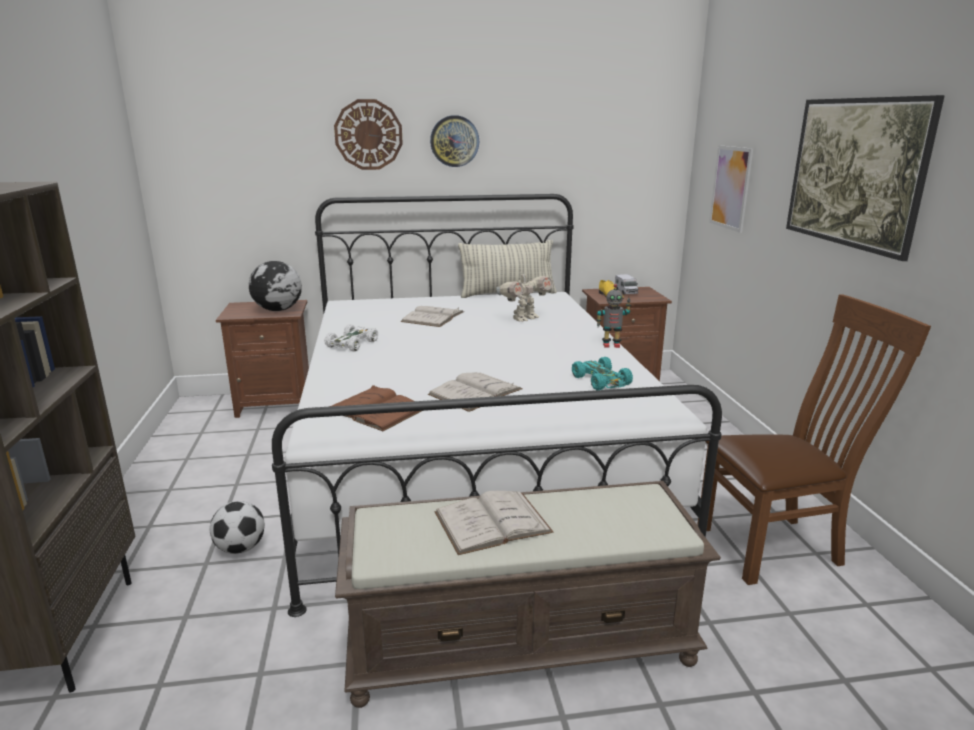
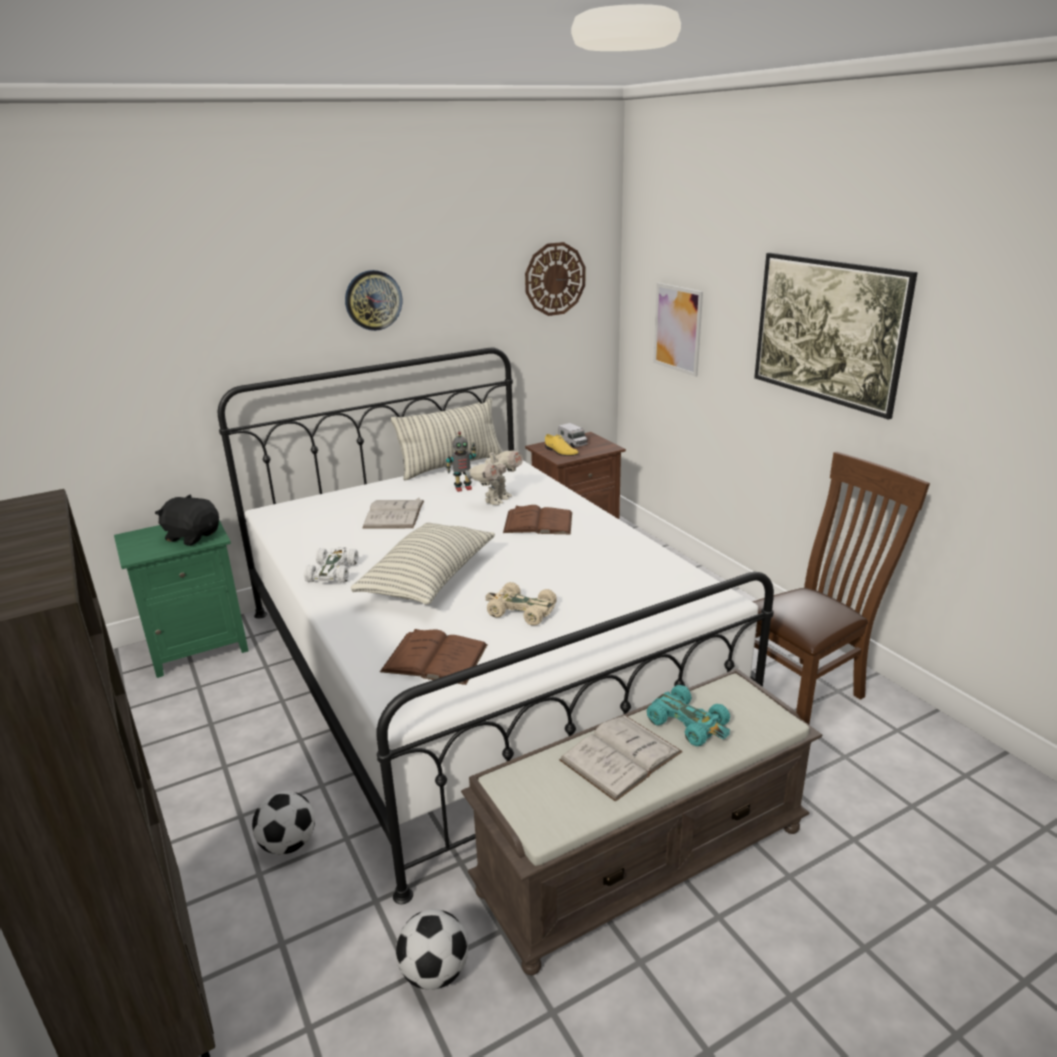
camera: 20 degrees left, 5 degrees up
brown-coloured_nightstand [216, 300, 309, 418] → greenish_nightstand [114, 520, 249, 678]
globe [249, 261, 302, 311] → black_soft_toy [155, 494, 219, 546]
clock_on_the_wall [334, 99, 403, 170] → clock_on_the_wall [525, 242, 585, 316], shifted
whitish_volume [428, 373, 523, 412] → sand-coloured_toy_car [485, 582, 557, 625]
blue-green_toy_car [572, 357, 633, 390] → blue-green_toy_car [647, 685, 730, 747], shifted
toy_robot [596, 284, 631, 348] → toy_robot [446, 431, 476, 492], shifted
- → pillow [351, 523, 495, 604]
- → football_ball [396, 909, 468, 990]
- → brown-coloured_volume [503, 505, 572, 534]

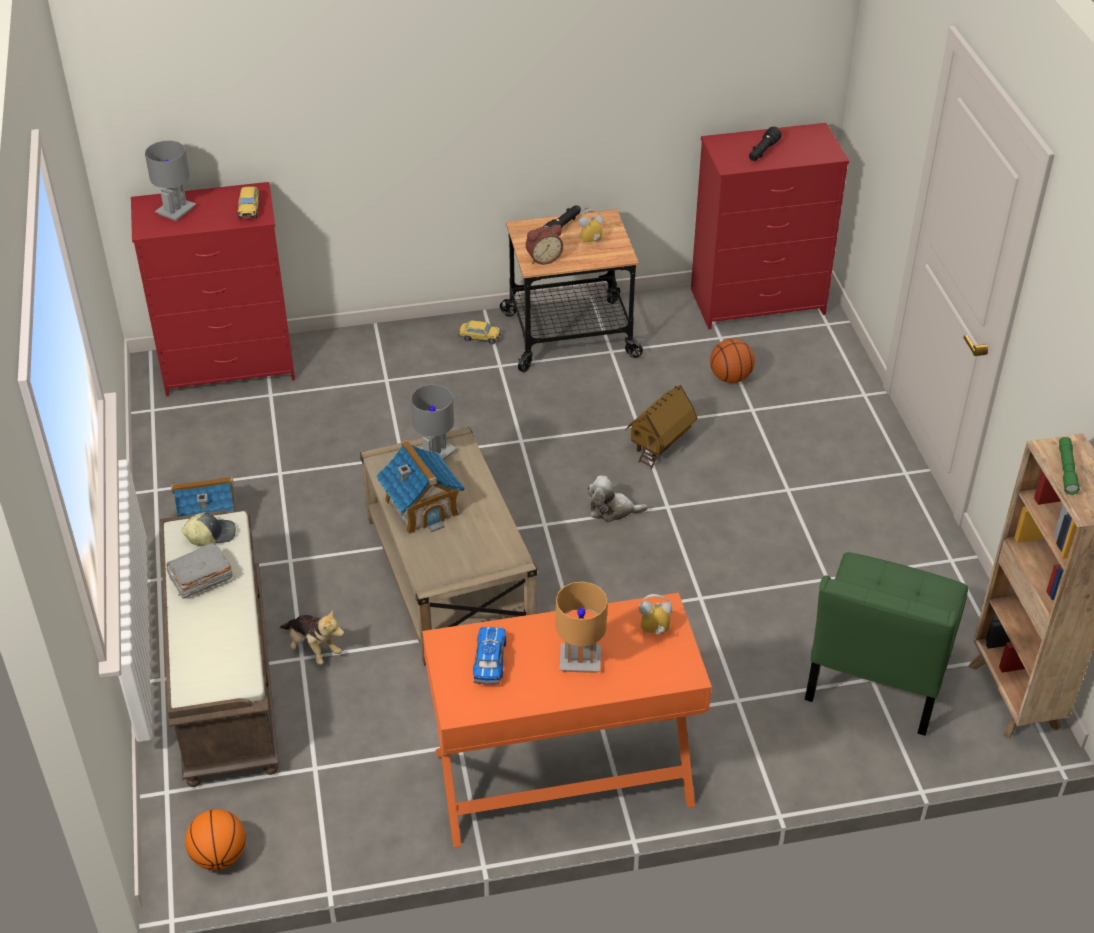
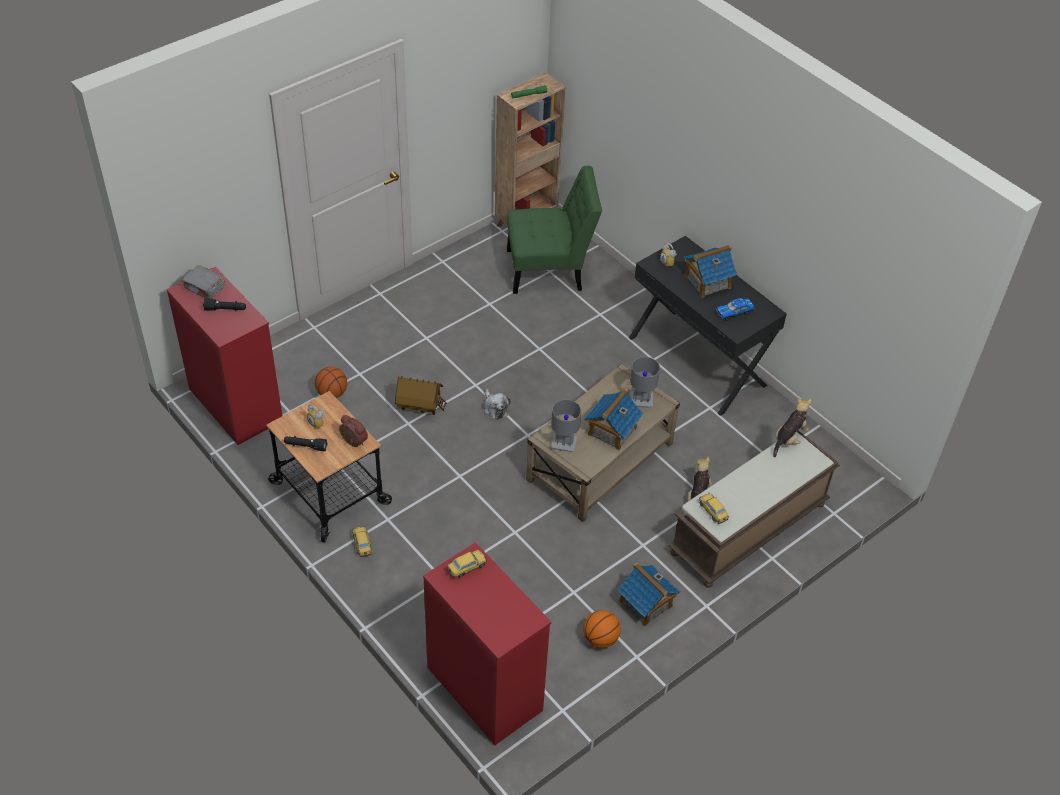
camera: 120 degrees left, 5 degrees up
grey_tabletop_lamp [145, 141, 196, 221] → grey_tabletop_lamp [630, 357, 660, 408], shifted
grey_volume [166, 542, 233, 599] → grey_volume [181, 265, 225, 299], shifted
peaked_cap [182, 512, 236, 546] → toy_car [699, 493, 729, 524]
basketball [185, 809, 246, 870] → basketball [583, 610, 621, 648], shifted
orangey_desk [422, 593, 712, 847] → black_desk [629, 236, 787, 416]
brown-coloured_tabletop_lamp [556, 581, 608, 673] → toy_house [683, 245, 737, 298]
- → soft_toy [773, 397, 811, 457]

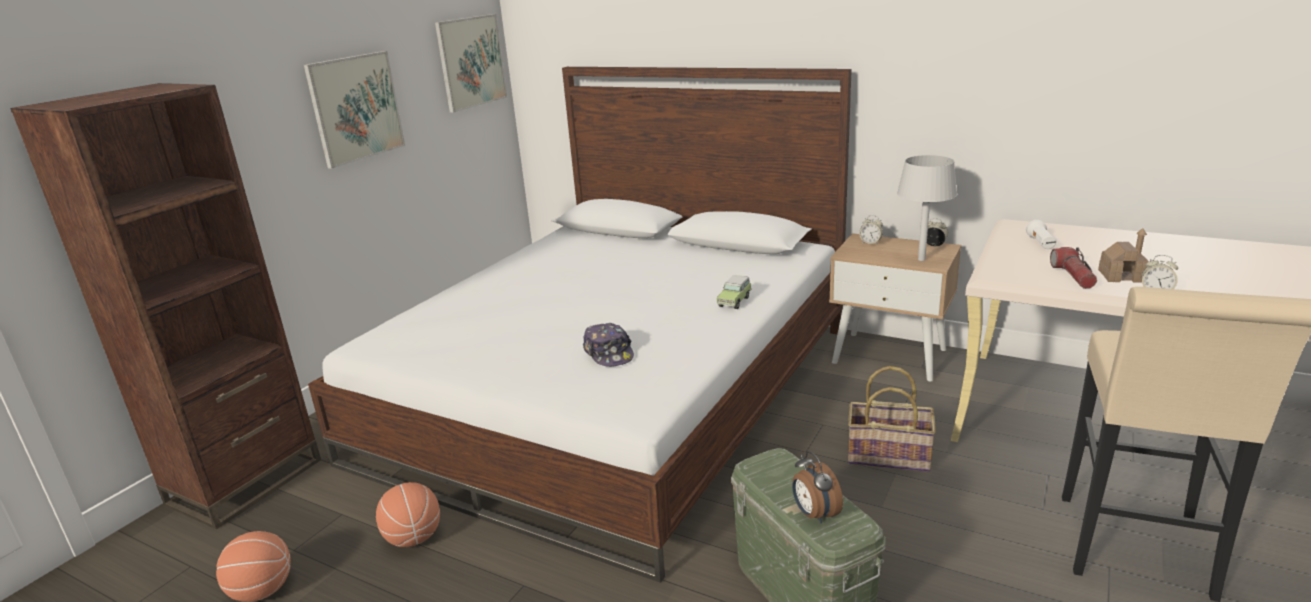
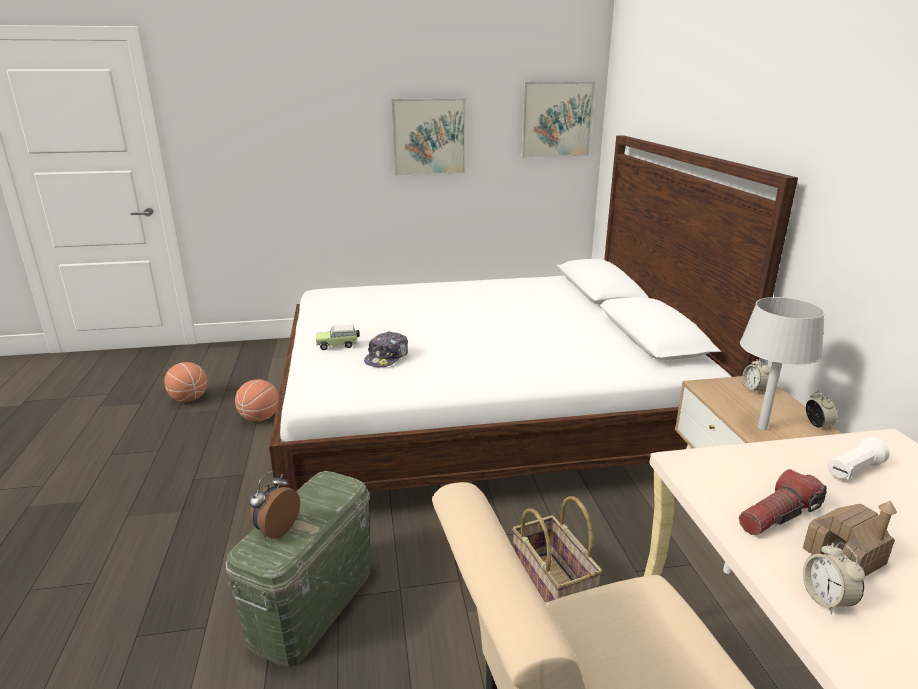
camera: 50 degrees right, 0 degrees up
brown-coloured_shelving_unit [10, 83, 321, 529] → -
toy_car [717, 275, 752, 309] → toy_car [316, 324, 360, 350], shifted

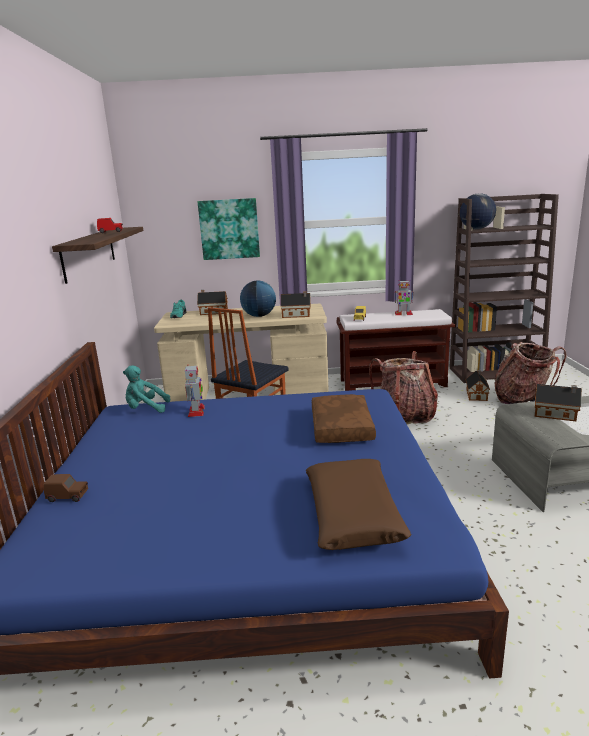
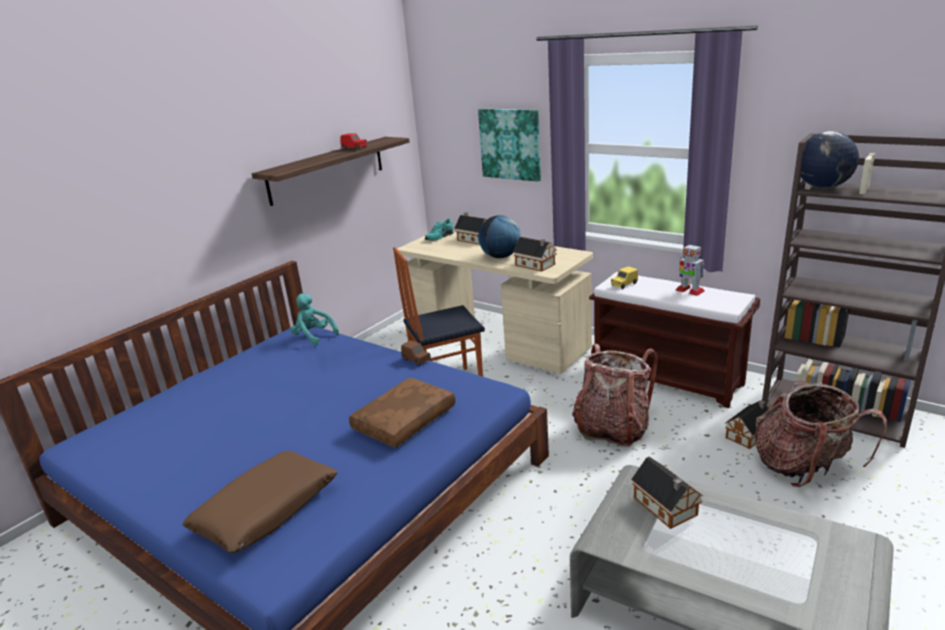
camera: 40 degrees right, 5 degrees up
brown-coloured_toy_car [44, 474, 88, 502] → brown-coloured_toy_car [401, 340, 431, 366], shifted
toy_robot [185, 364, 205, 417] → -

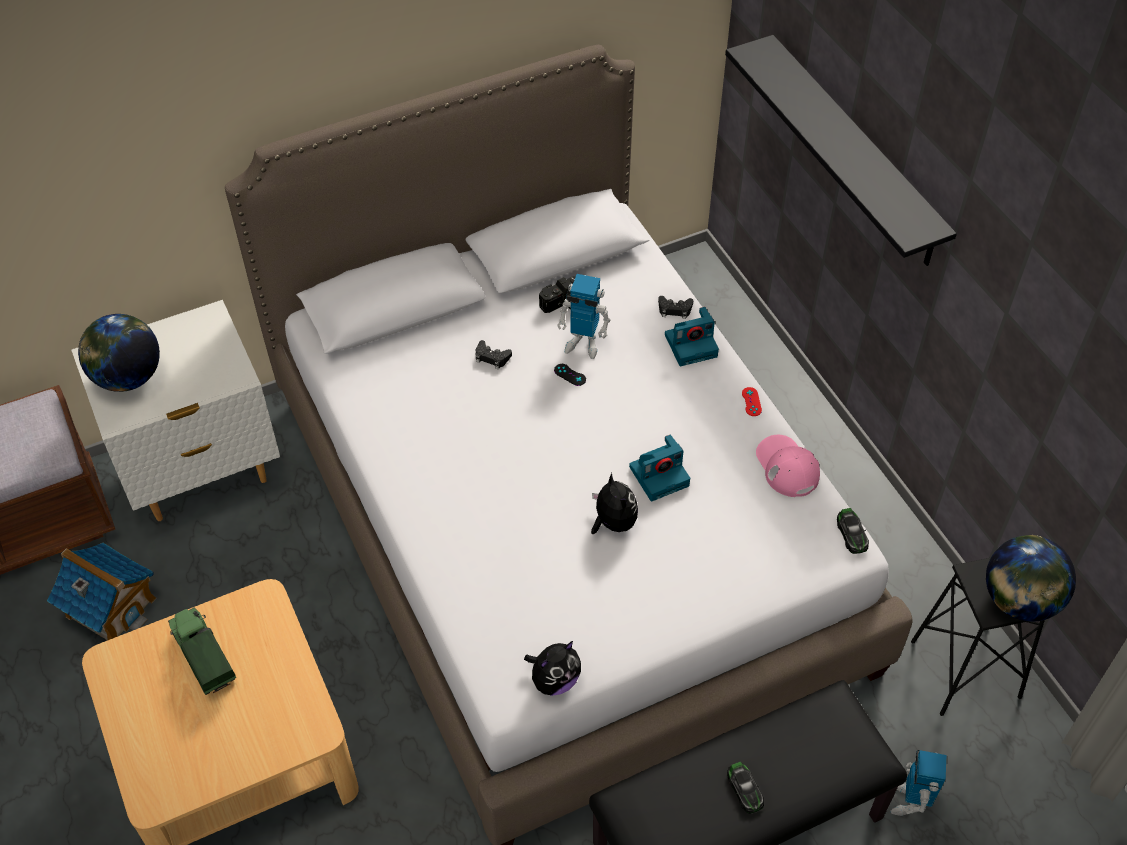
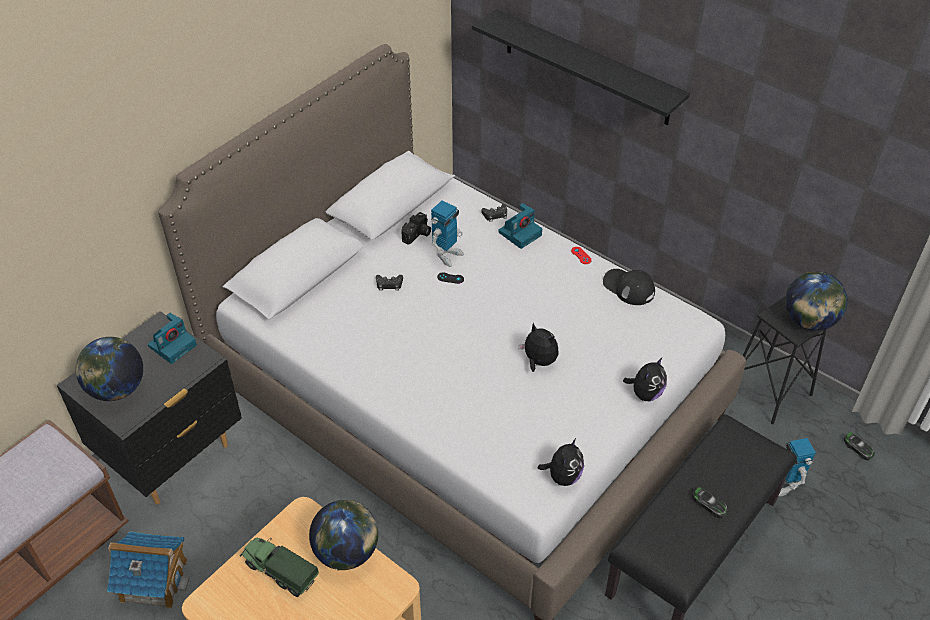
camera: 25 degrees left, 5 degrees down
whitish_nightstand [71, 300, 280, 521] → black_nightstand [57, 311, 242, 504]
toy_robot [557, 274, 610, 359] → toy_robot [431, 200, 464, 267], 45 degrees counterclockwise
still_camera [629, 435, 690, 501] → still_camera [148, 313, 197, 364], shifted
pinkish_peaked_cap [756, 435, 820, 497] → black_peaked_cap [603, 269, 655, 305]
toy_car [837, 508, 869, 554] → toy_car [844, 432, 874, 460], shifted
- → globe [309, 500, 378, 570]
- → soft_toy [623, 358, 667, 401]

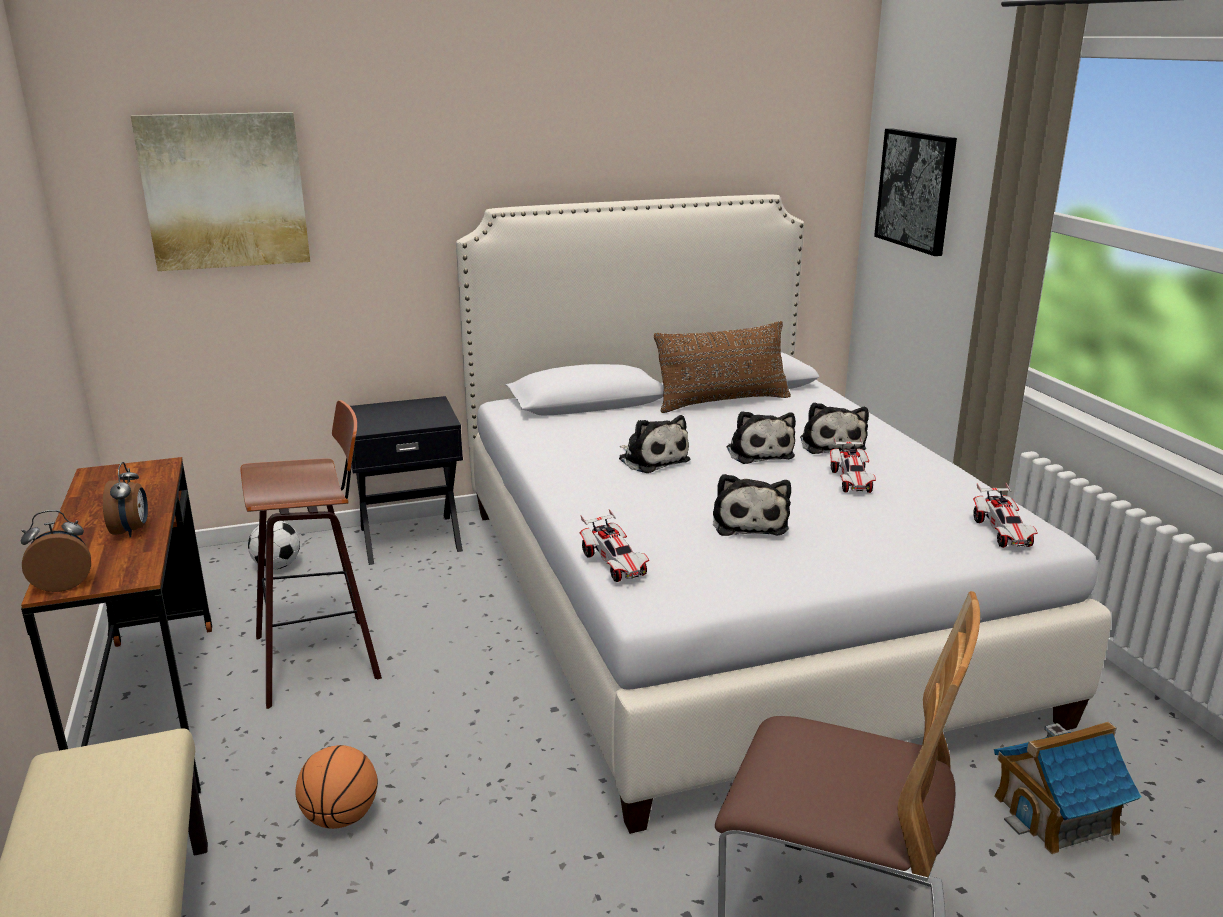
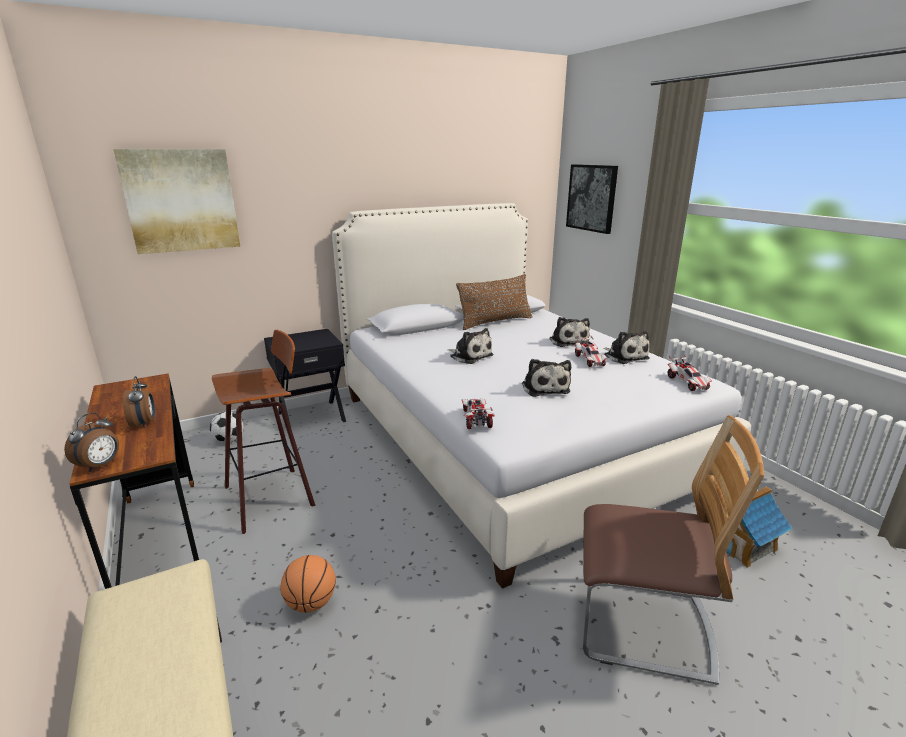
camera: 10 degrees left, 0 degrees up
table_clock [21, 510, 91, 592] → table_clock [64, 412, 119, 472], 150 degrees clockwise
toy_car [580, 509, 649, 582] → toy_car [461, 399, 494, 429], 150 degrees counterclockwise
soft_toy [727, 411, 796, 464] → soft_toy [603, 331, 650, 364], shifted

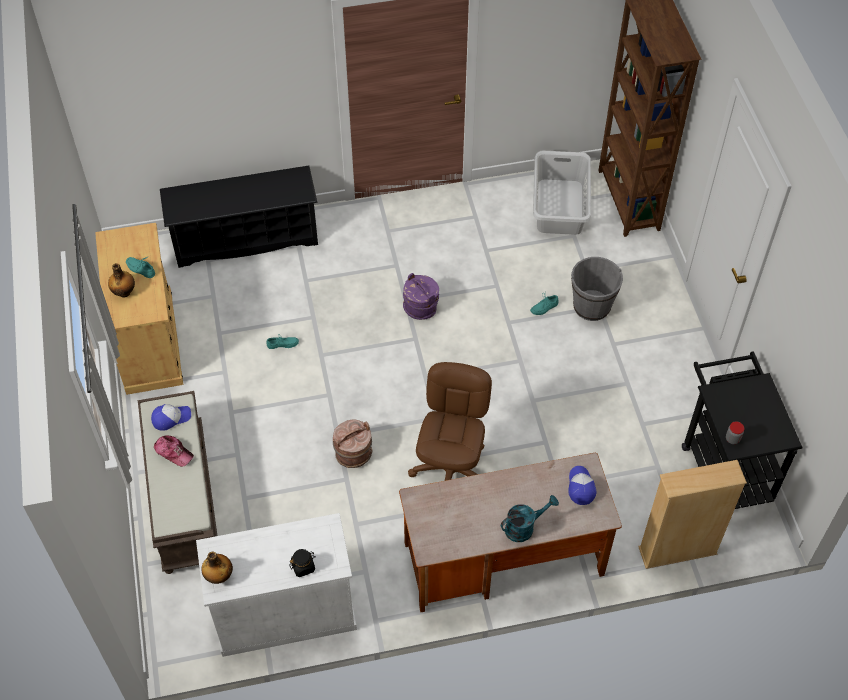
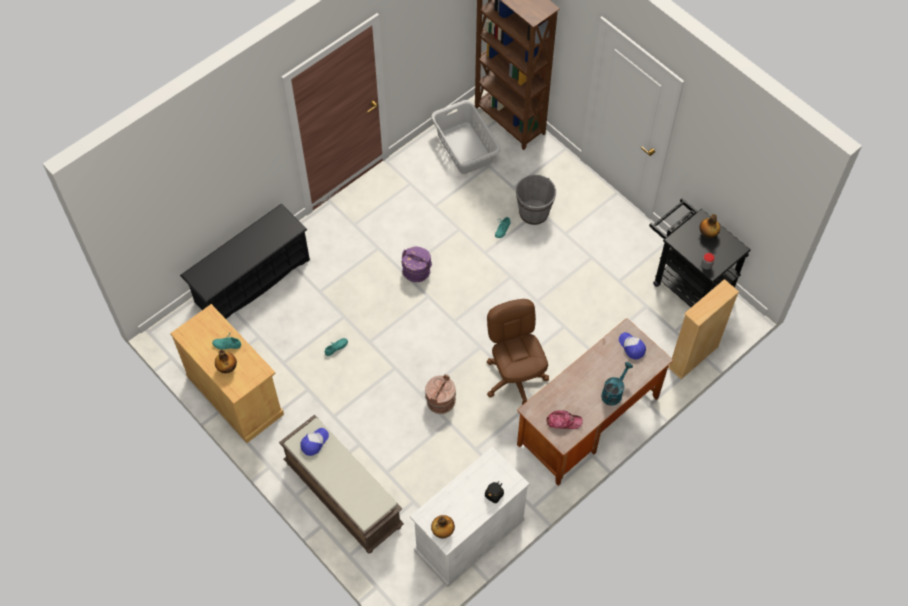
camera: 30 degrees left, 5 degrees up
peaked_cap [154, 435, 194, 467] → peaked_cap [546, 410, 583, 429], shifted
- → beverage_bottle [700, 214, 720, 238]

